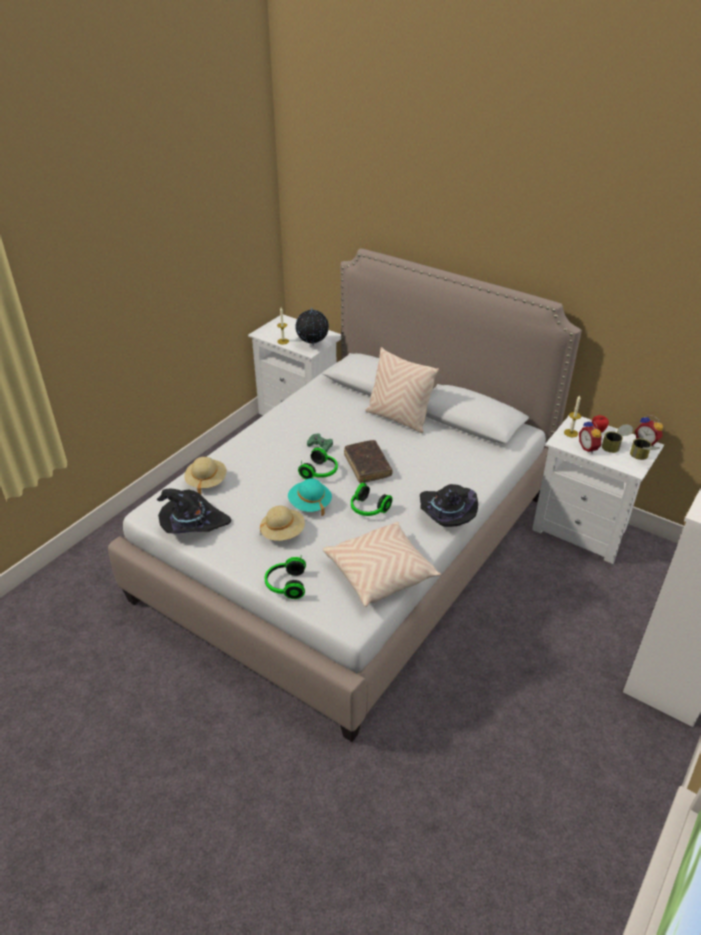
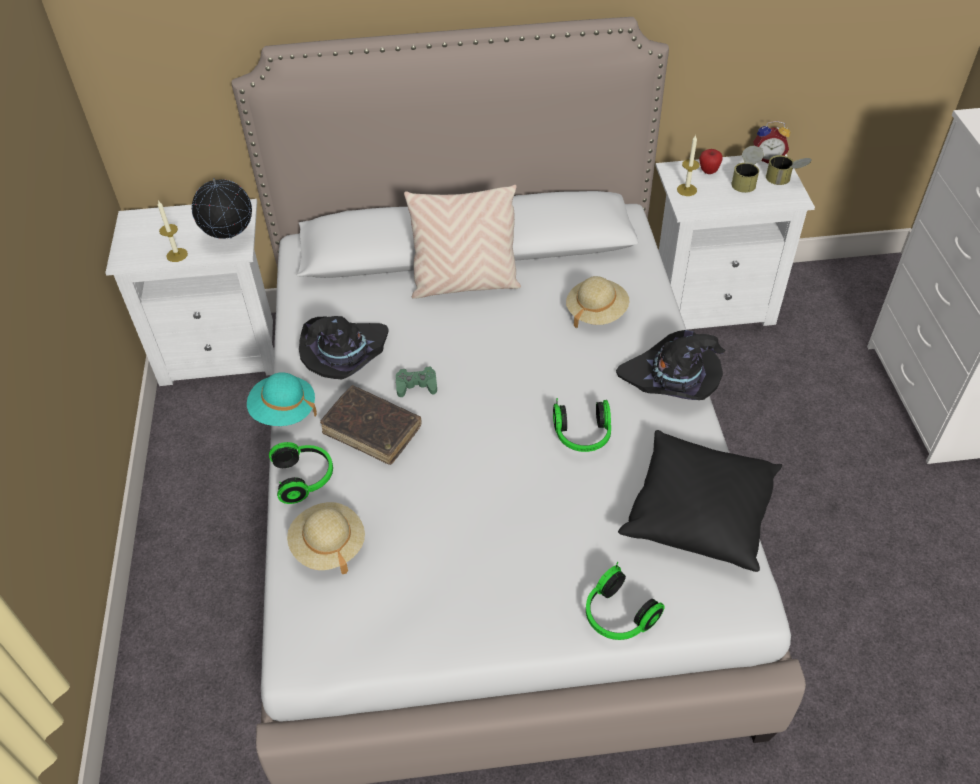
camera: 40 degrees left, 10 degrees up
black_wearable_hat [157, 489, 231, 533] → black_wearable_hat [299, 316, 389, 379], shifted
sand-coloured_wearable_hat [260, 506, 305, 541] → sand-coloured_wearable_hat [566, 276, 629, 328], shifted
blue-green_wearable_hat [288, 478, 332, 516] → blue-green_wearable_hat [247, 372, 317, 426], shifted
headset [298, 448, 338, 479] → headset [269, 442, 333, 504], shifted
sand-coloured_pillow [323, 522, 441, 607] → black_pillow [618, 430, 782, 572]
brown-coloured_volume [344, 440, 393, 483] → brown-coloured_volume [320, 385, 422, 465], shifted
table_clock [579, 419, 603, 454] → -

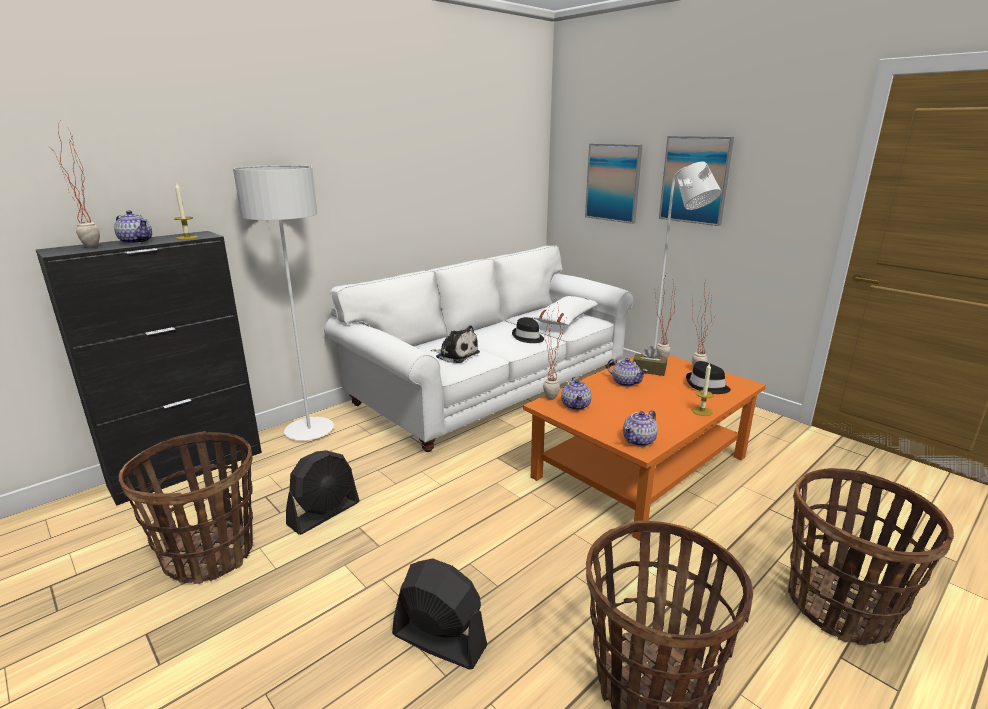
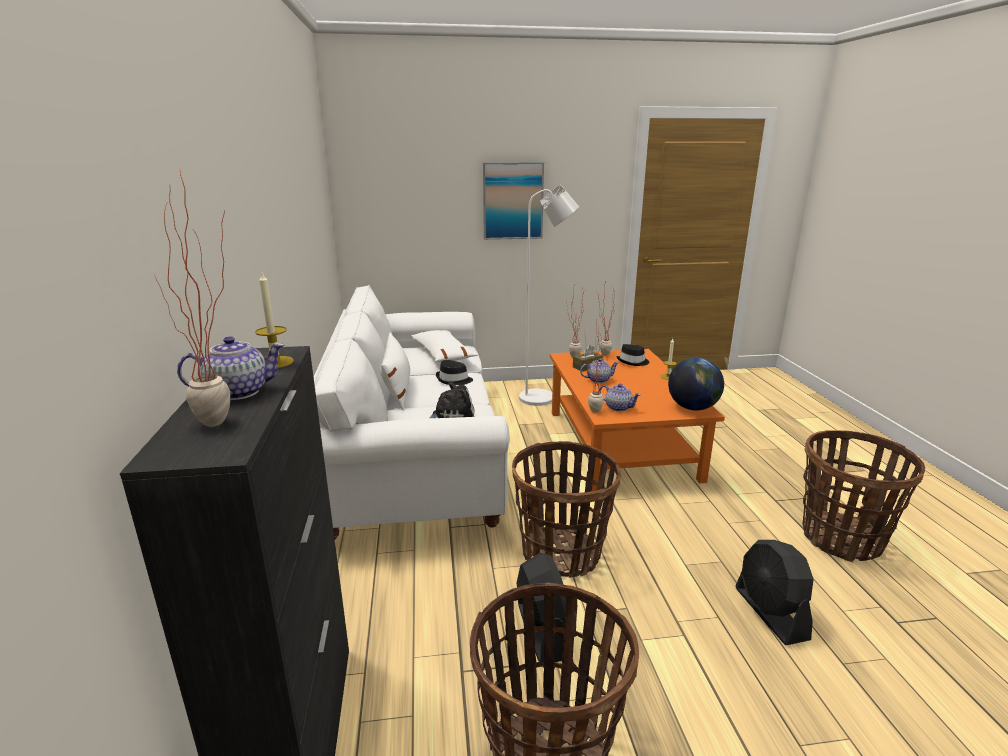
camera: 55 degrees left, 0 degrees up
whitish_standing_lamp [233, 165, 334, 441] → -
black_electric_fan [392, 558, 487, 669] → black_electric_fan [736, 540, 814, 645], 75 degrees counterclockwise
picture [585, 144, 643, 224] → -
tea_pot [623, 410, 658, 446] → globe [668, 357, 724, 410]
storage_basket [788, 468, 954, 645] → storage_basket [512, 441, 621, 578], shifted
- → whitish_pillow [380, 332, 410, 410]

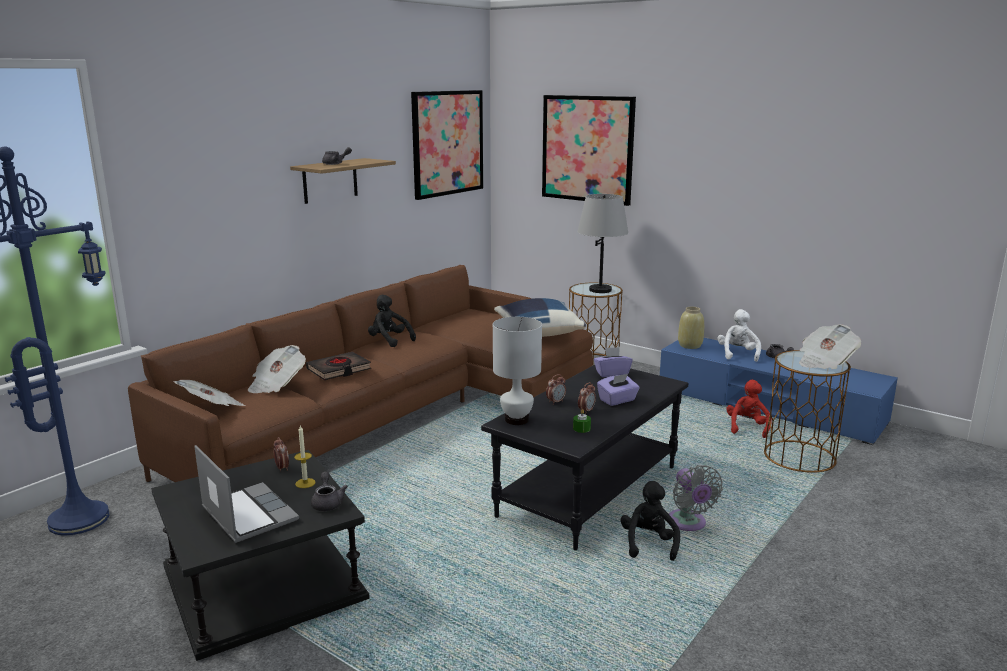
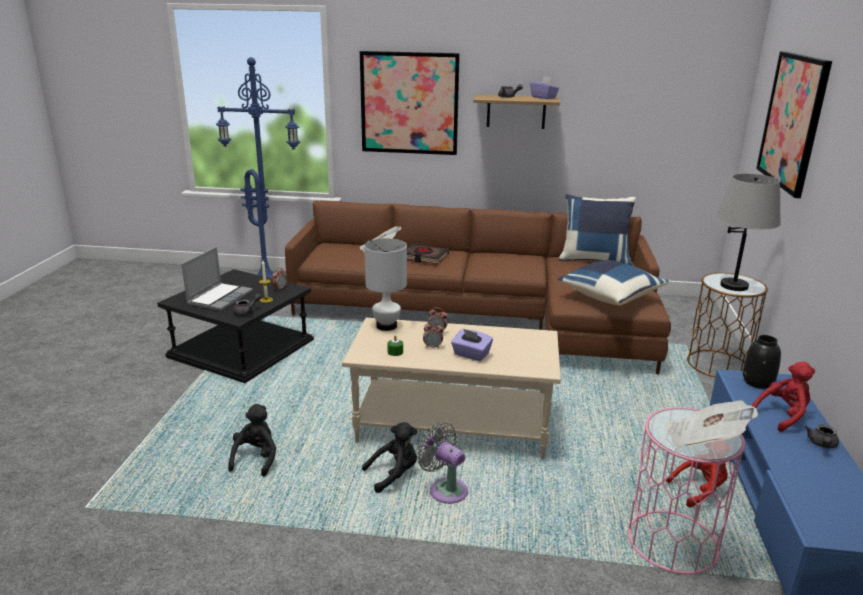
camera: 60 degrees right, 5 degrees up
printed_paper [173, 380, 245, 406] → -
black_soft_toy [368, 295, 416, 347] → black_soft_toy [228, 404, 276, 476], shifted
picture [411, 90, 483, 200] → picture [360, 51, 460, 155], shifted
black_lounge_table [481, 365, 688, 550] → sand-coloured_lounge_table [342, 318, 561, 460]
purple-coloured_tissue_holder [594, 347, 633, 377] → purple-coloured_tissue_holder [530, 76, 559, 99], shifted
grey_electric_fan [669, 465, 723, 531] → grey_electric_fan [416, 422, 468, 504], 90 degrees clockwise
sand-coloured_decorative_vase [678, 307, 704, 349] → black_decorative_vase [743, 335, 781, 389]
whitish_soft_toy [718, 309, 761, 362] → red-coloured_soft_toy [751, 361, 815, 432]
brown-coloured_accent_table [764, 350, 851, 473] → pinkish_accent_table [628, 407, 745, 574]
- → blue_pillow [559, 194, 636, 265]

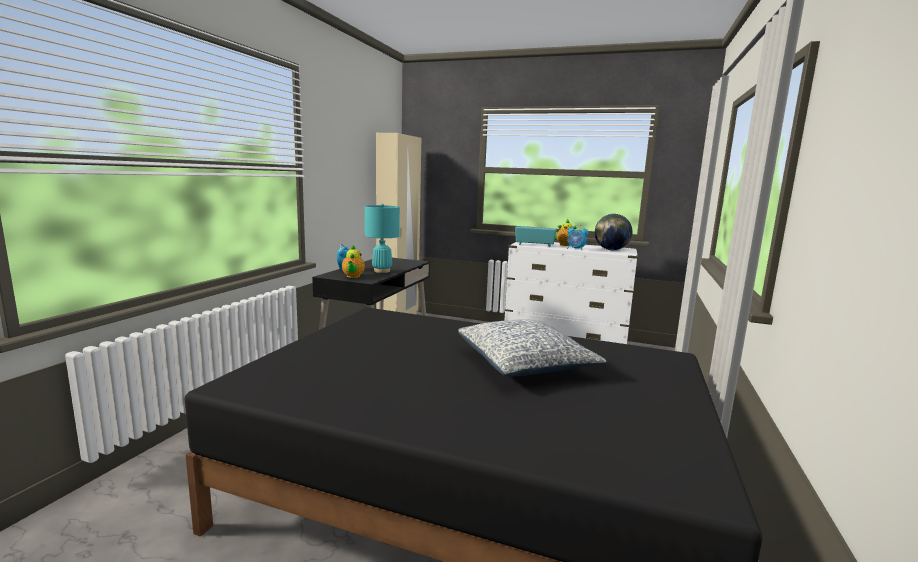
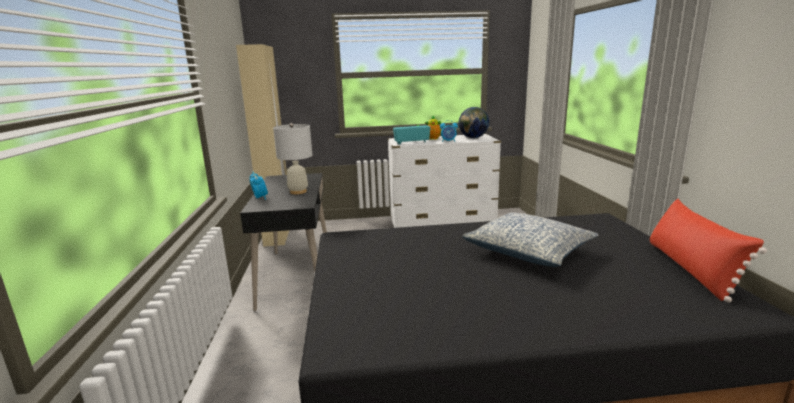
camera: 25 degrees left, 5 degrees up
tea_pot [342, 245, 365, 278] → -
blue-green_tabletop_lamp [365, 204, 400, 273] → whitish_tabletop_lamp [273, 123, 312, 194]
- → red-coloured_pillow [650, 199, 767, 303]

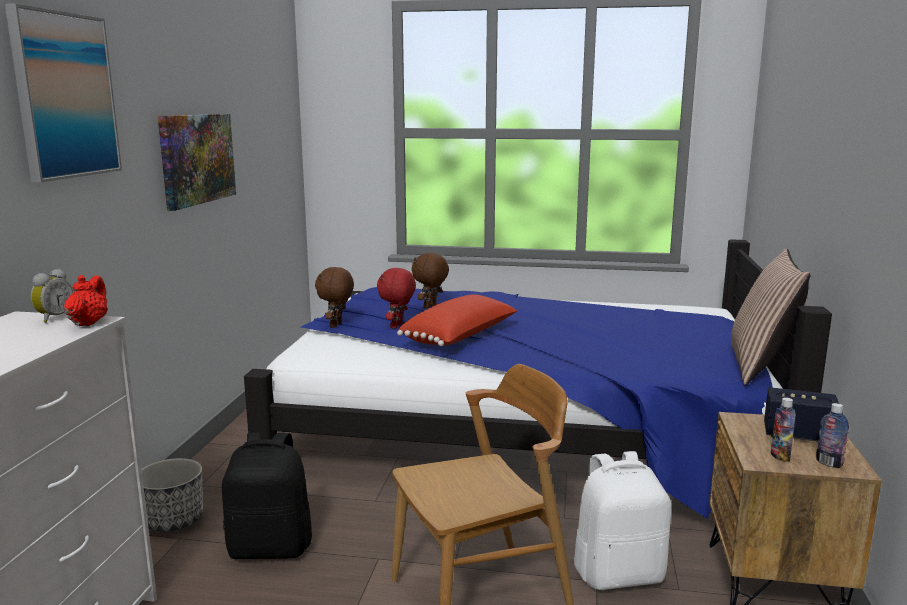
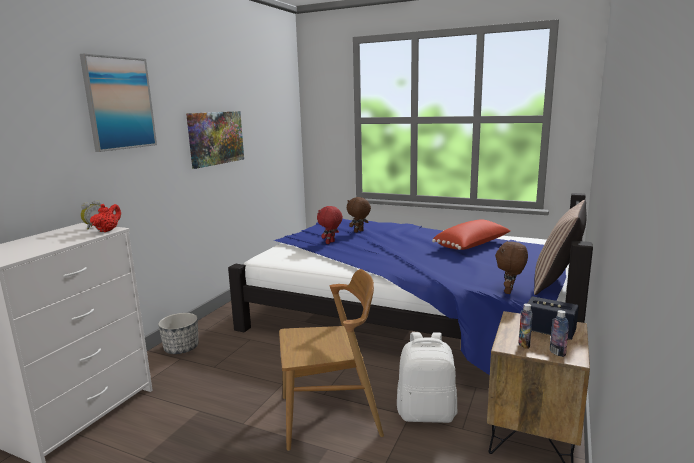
camera: 15 degrees right, 0 degrees up
black_backpack [222, 433, 312, 559] → -
brown-coloured_soft_toy [315, 267, 354, 328] → brown-coloured_soft_toy [495, 241, 528, 294], shifted
red-coloured_pillow [397, 294, 517, 346] → red-coloured_pillow [432, 219, 510, 250], shifted

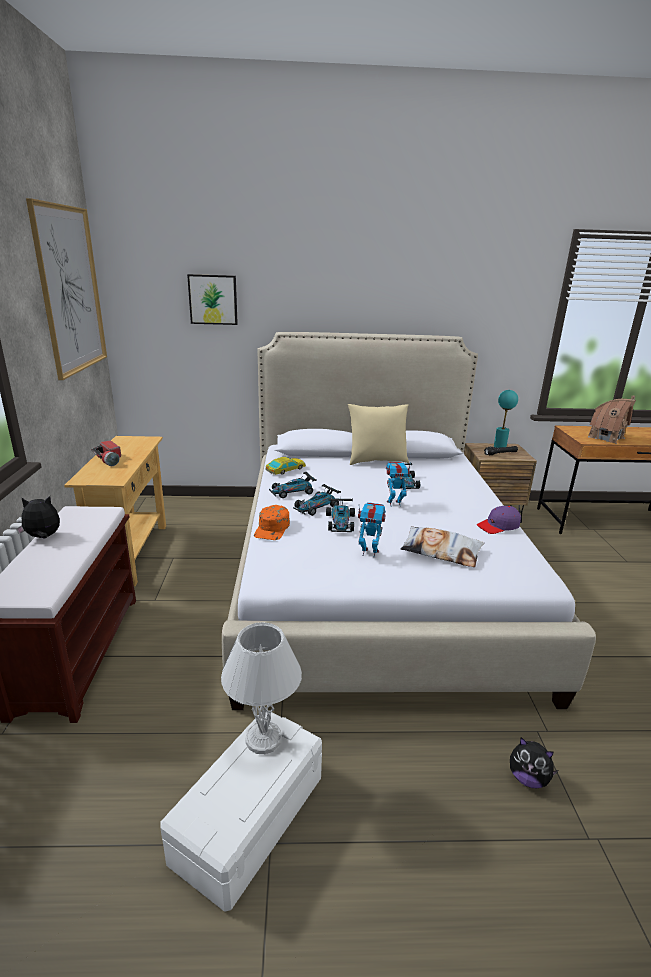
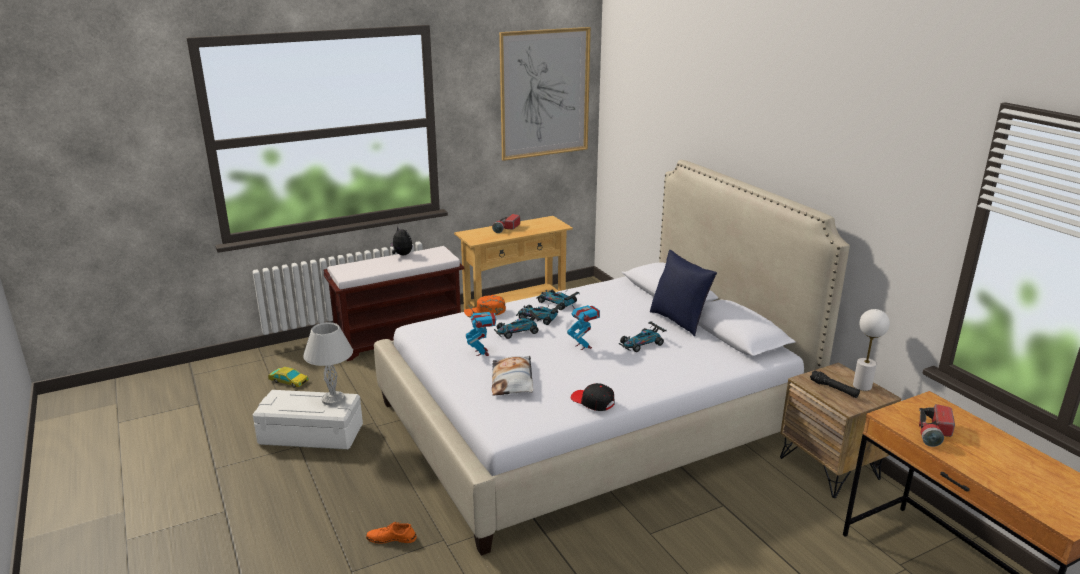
camera: 65 degrees right, 0 degrees up
picture [187, 274, 238, 325] → -
toy_car [265, 457, 306, 475] → toy_car [268, 367, 309, 387], shifted
sand-coloured_pillow [348, 404, 409, 465] → blue_pillow [650, 250, 717, 336]
purple-coloured_peaked_cap [477, 506, 521, 534] → black_peaked_cap [571, 383, 614, 411]
blue-green_tabletop_lamp [494, 390, 518, 448] → whitish_tabletop_lamp [853, 309, 890, 391]
soft_toy [510, 737, 559, 788] → orangey_low_shoe [366, 522, 417, 544]
toy_house [588, 396, 636, 444] → flashlight [919, 404, 955, 447]

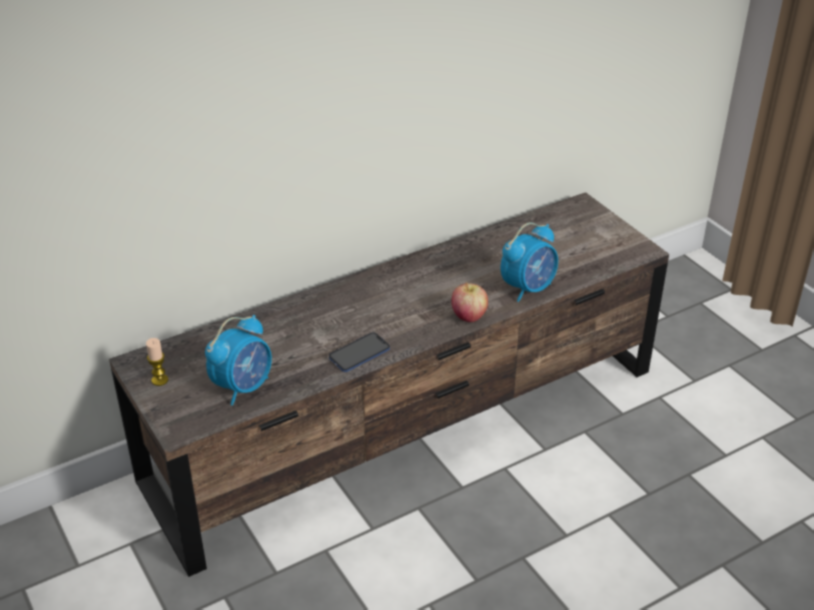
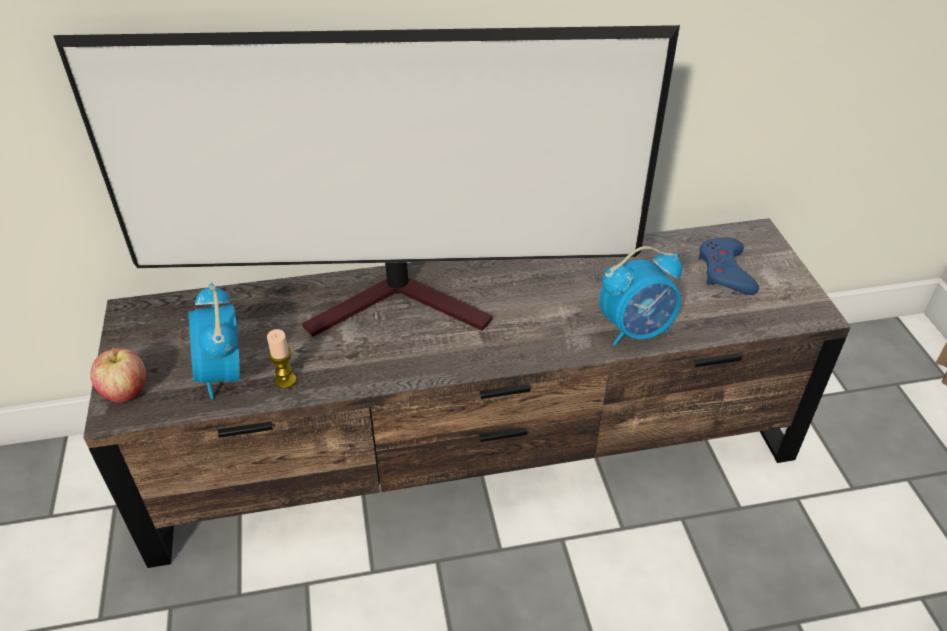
camera: 20 degrees right, 5 degrees up
candle [146, 338, 168, 386] → candle [267, 329, 297, 388], shifted
table_clock [205, 315, 272, 405] → table_clock [188, 283, 239, 399], 105 degrees clockwise
telephone [329, 332, 390, 372] → -
apple [451, 282, 488, 322] → apple [90, 348, 146, 403], shifted
- → television [53, 25, 680, 337]
- → blue_game_controller [698, 237, 759, 295]

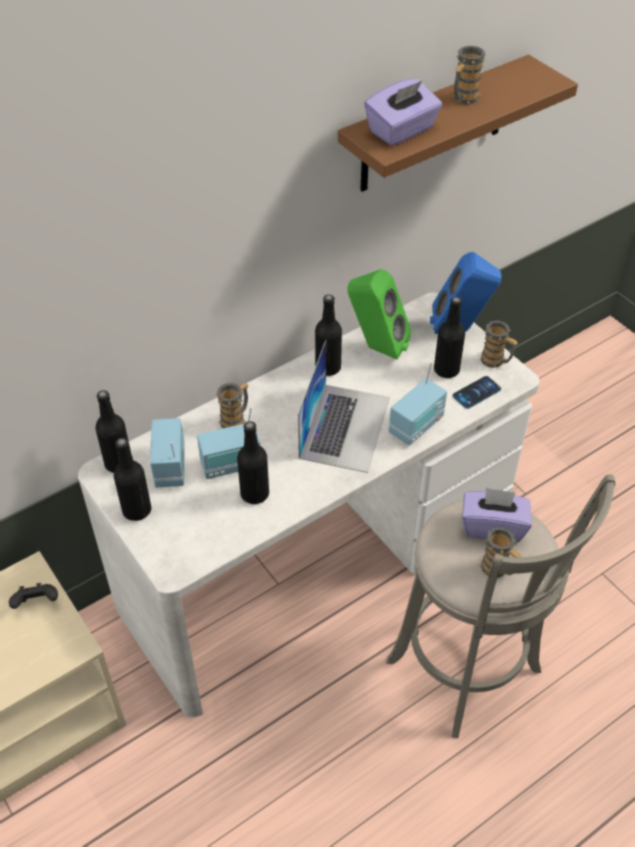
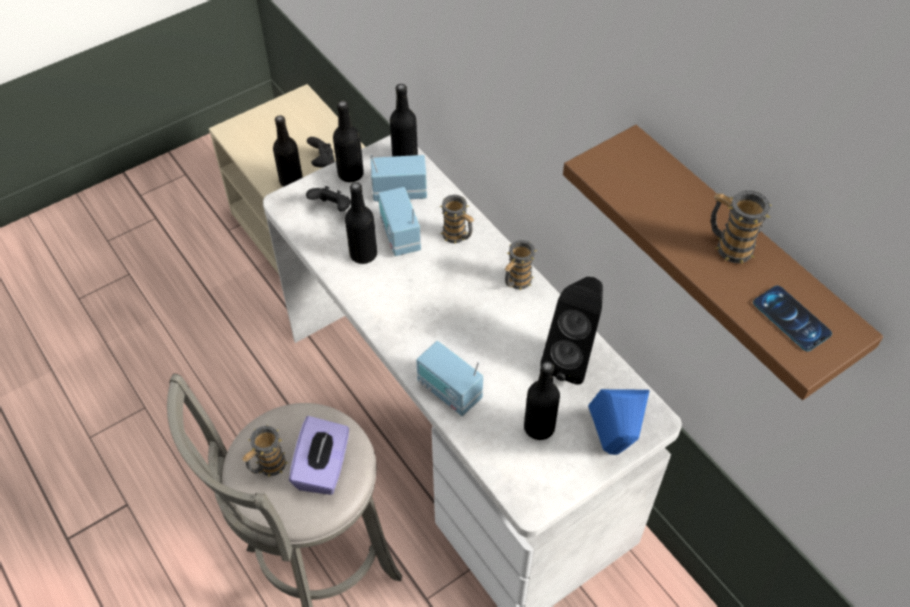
camera: 90 degrees right, 5 degrees up
notebook_computer [298, 340, 390, 473] → -
black_beverage_bottle [315, 294, 342, 376] → black_beverage_bottle [273, 115, 303, 187], shifted
greenish_loudspeaker [347, 269, 411, 360] → black_loudspeaker [540, 277, 603, 385]
purple-coloured_tissue_holder [364, 79, 442, 146] → -
telephone [452, 376, 501, 409] → telephone [753, 285, 832, 352], shifted
coffee_mug [479, 321, 518, 368] → coffee_mug [504, 240, 537, 290], shifted
- → black_game_controller [306, 186, 351, 212]

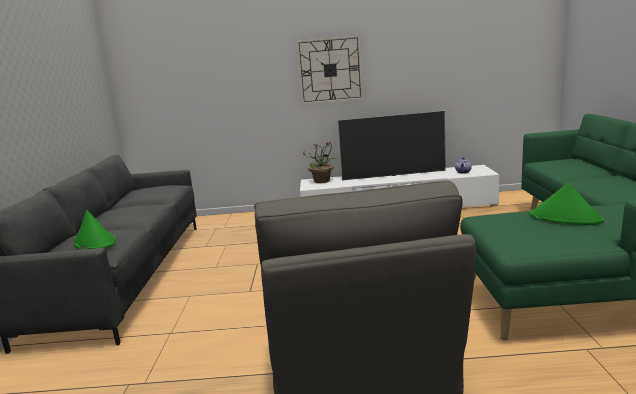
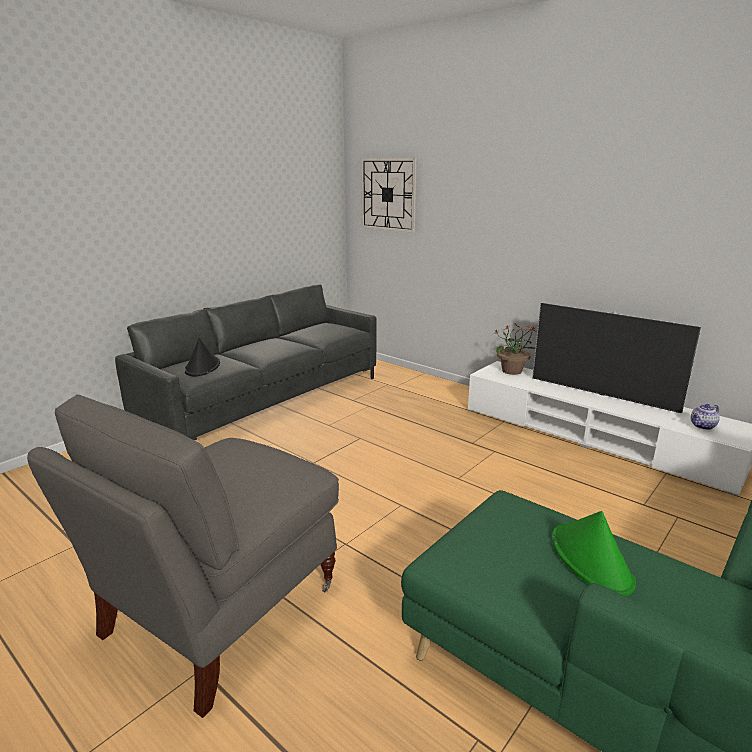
camera: 40 degrees right, 5 degrees up
greenish_wearable_hat [74, 210, 116, 250] → black_wearable_hat [185, 338, 220, 376]
clock_on_the_wall [296, 35, 363, 105] → clock_on_the_wall [361, 158, 417, 233], shifted

